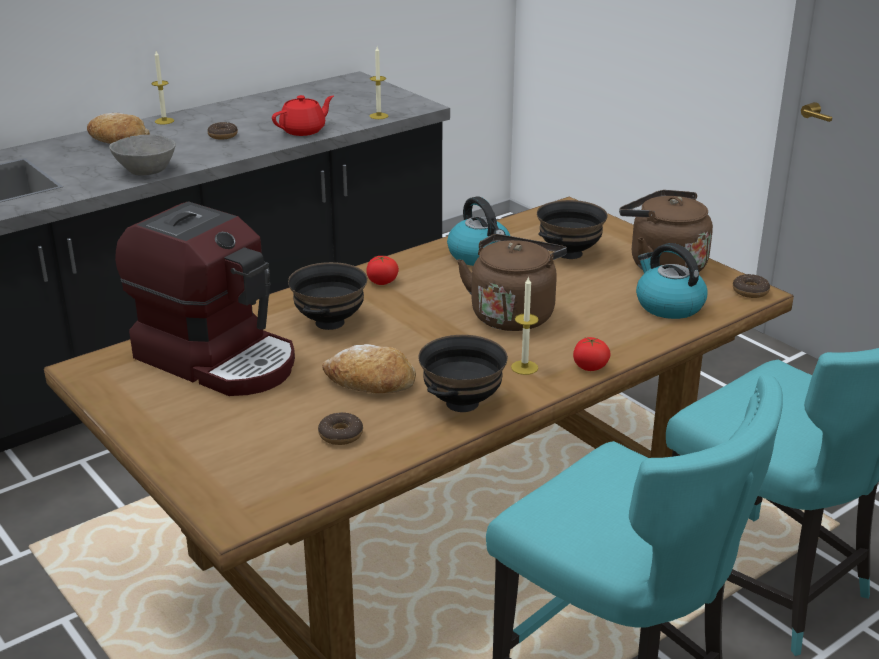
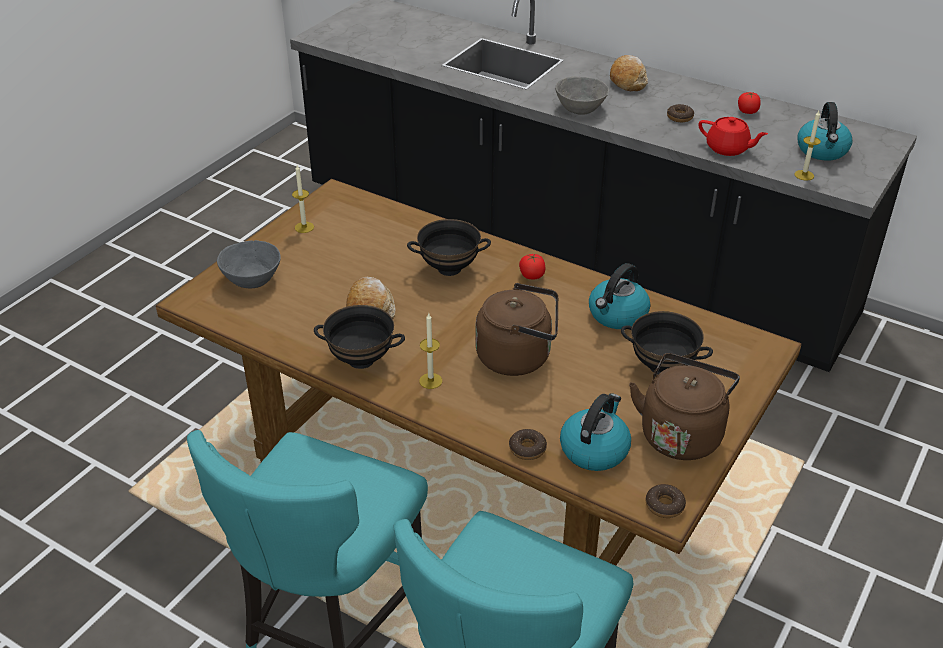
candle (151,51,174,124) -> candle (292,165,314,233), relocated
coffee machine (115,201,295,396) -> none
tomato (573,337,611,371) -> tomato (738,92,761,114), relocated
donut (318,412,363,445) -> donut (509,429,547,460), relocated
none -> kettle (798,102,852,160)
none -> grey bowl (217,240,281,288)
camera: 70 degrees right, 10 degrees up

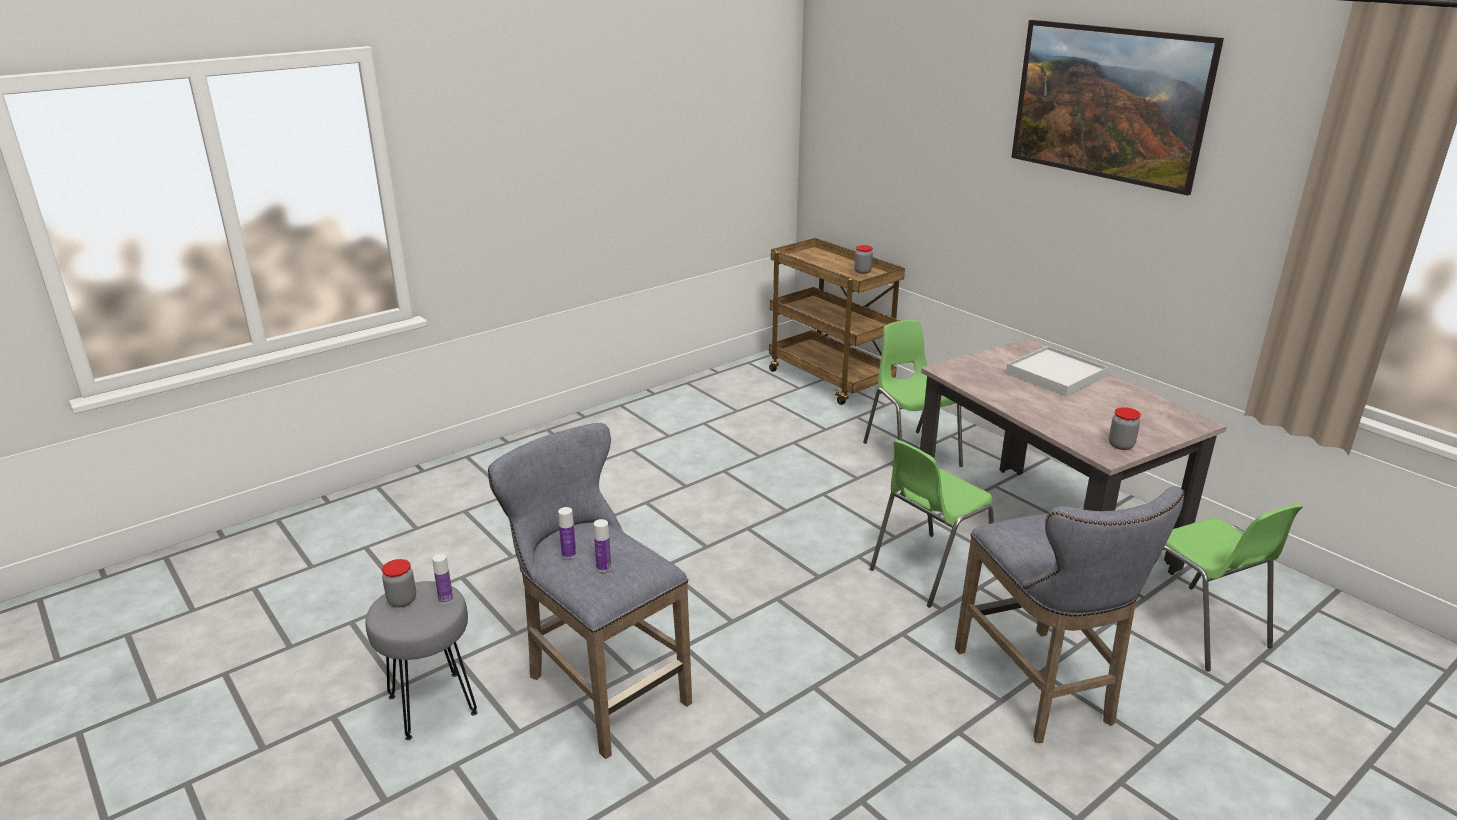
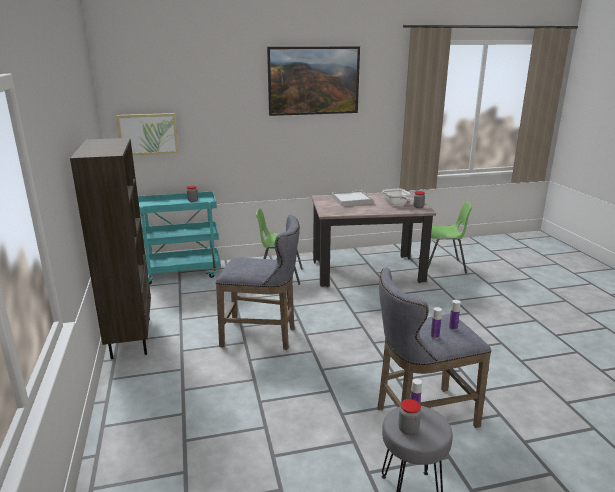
brown cart (769,238,905,405) -> turquoise cart (138,191,221,285)
green chair (870,440,994,608) -> none
grey stool (955,486,1184,743) -> grey stool (215,215,300,350), relocated
none -> picture (116,113,179,155)
none -> brown bookcase (70,138,151,359)
none -> frying pan (382,188,411,205)
camera: 65 degrees left, 5 degrees down

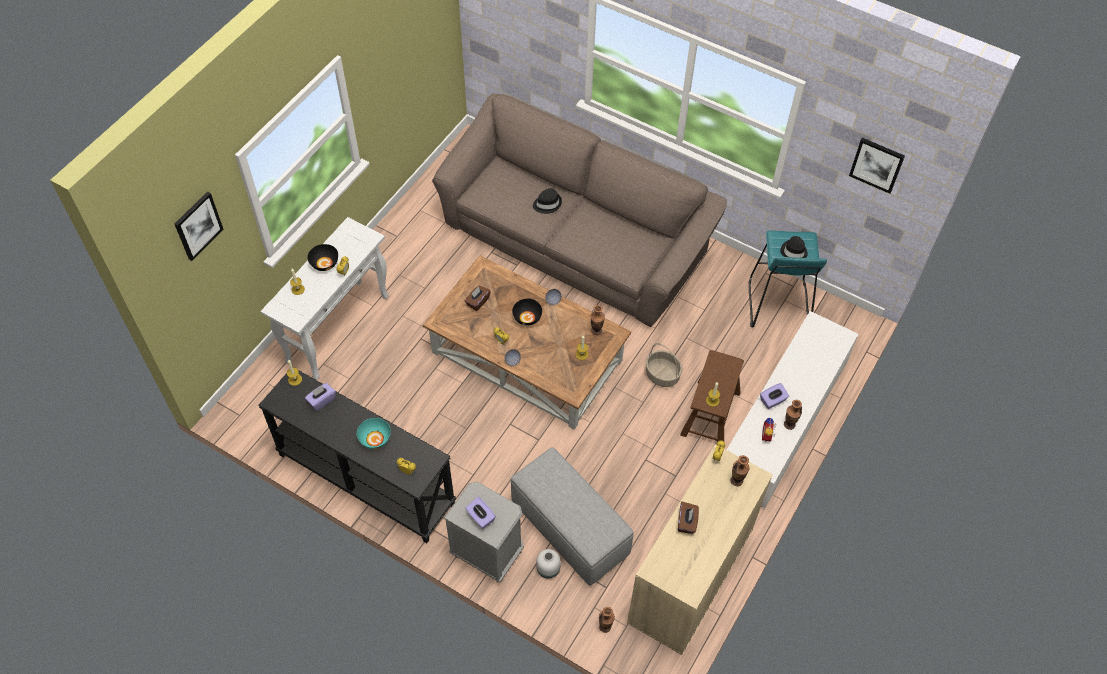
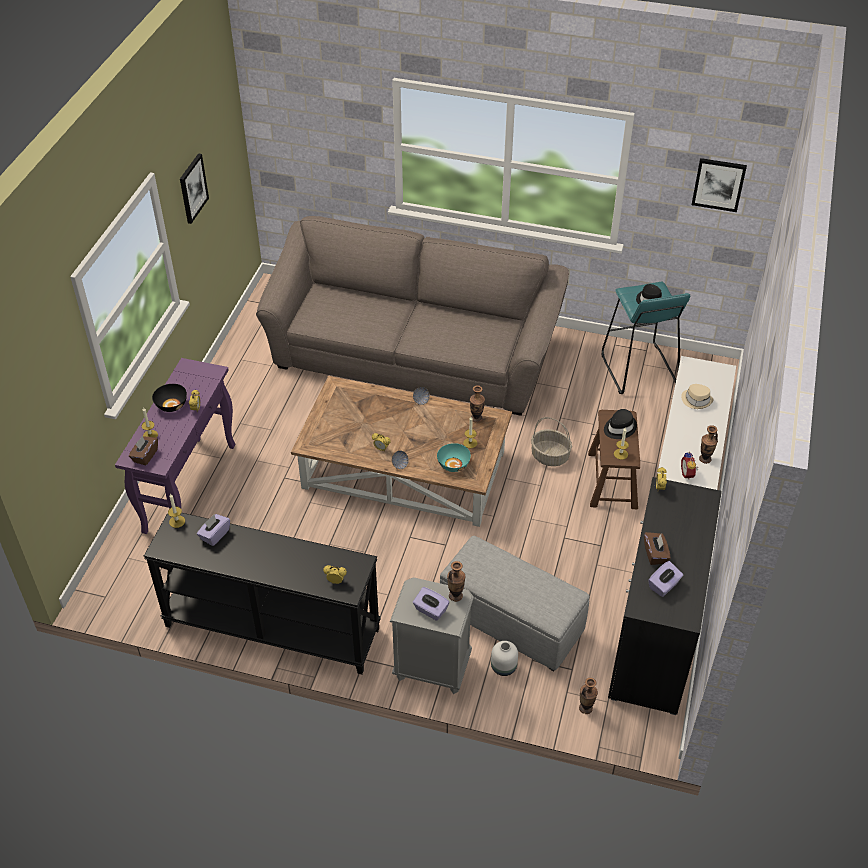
black hat (533,188,562,214) -> black hat (604,409,637,439), relocated
picture (175,191,223,261) -> picture (180,153,209,224), relocated
white console table (261,217,389,380) -> purple console table (115,358,235,534)
brown tissue box (465,285,491,311) -> brown tissue box (129,436,158,466), relocated
black bowl (512,298,542,325) -> none
purple tissue box (760,383,789,409) -> purple tissue box (648,561,683,597), relocated
turquoise bowl (357,418,391,449) -> turquoise bowl (437,443,471,472), relocated
beige cabinet (627,444,773,655) -> black cabinet (608,477,722,715)
vase (730,455,749,486) -> vase (447,561,466,602), relocated
none -> beige hat (681,384,713,409)
camera: 15 degrees left, 10 degrees down

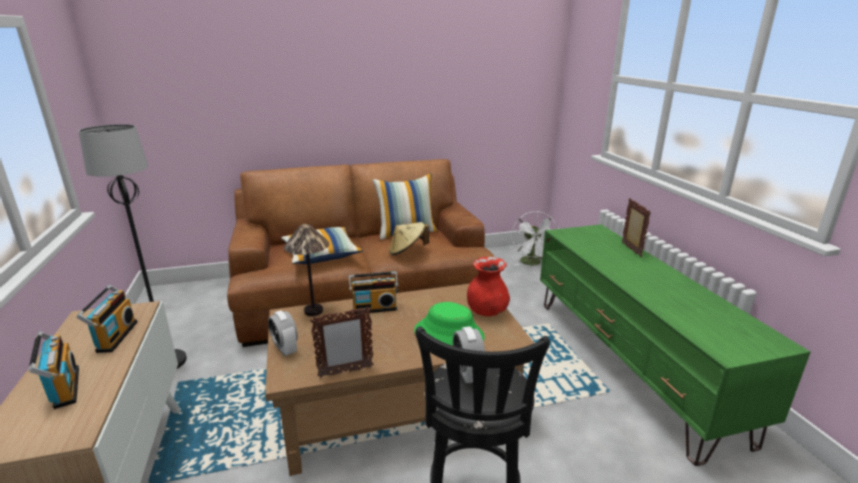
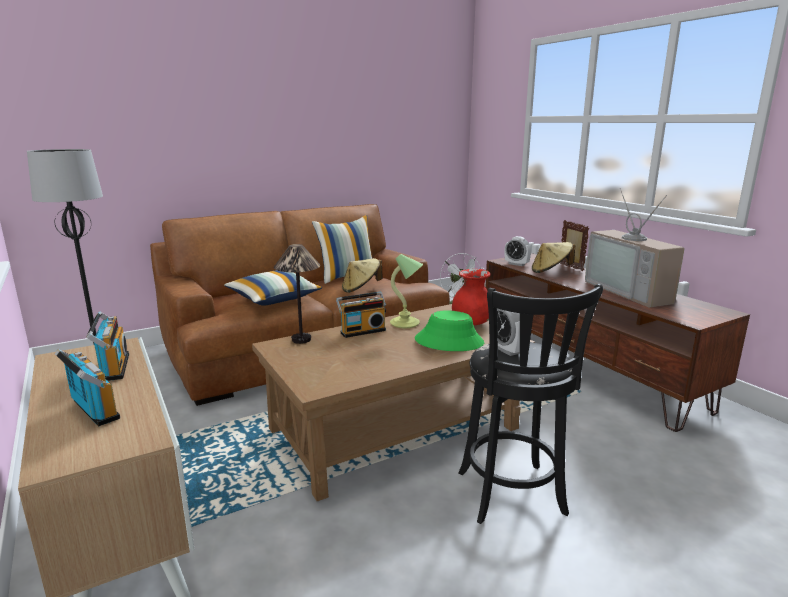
green tv stand (540,224,810,466) -> brown tv stand (485,253,750,432)
picture frame (310,307,374,378) -> none
alarm clock (268,310,298,357) -> alarm clock (504,236,531,266), relocated
none -> television (585,188,685,307)
none -> beige hat (532,242,575,273)
none -> table lamp (390,254,423,328)
camera: 15 degrees left, 5 degrees down

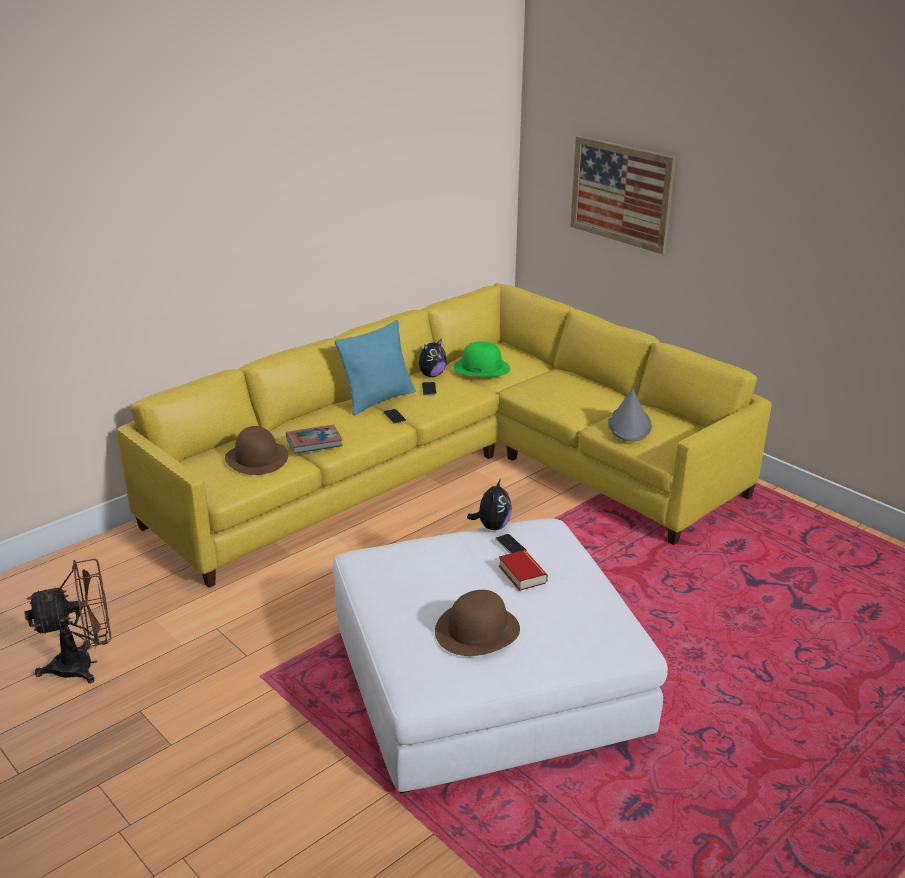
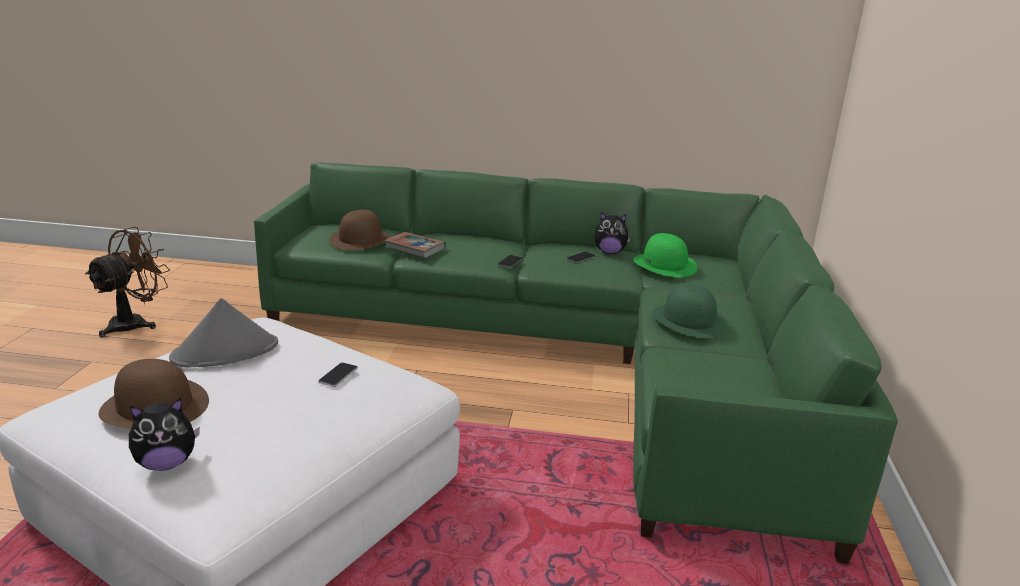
picture (570,135,676,254) -> none
yellow sofa (117,283,771,588) -> green sofa (254,162,898,564)
turquoise pillow (335,320,415,415) -> none
grey hat (608,388,652,442) -> grey hat (169,298,278,367), relocated
plush toy (467,478,512,530) -> plush toy (129,398,200,471), relocated
book (499,550,548,591) -> none
brown fan (25,559,111,683) -> brown fan (85,226,170,338), 90 degrees counterclockwise
none -> green hat (652,283,728,338)
camera: 50 degrees right, 5 degrees down

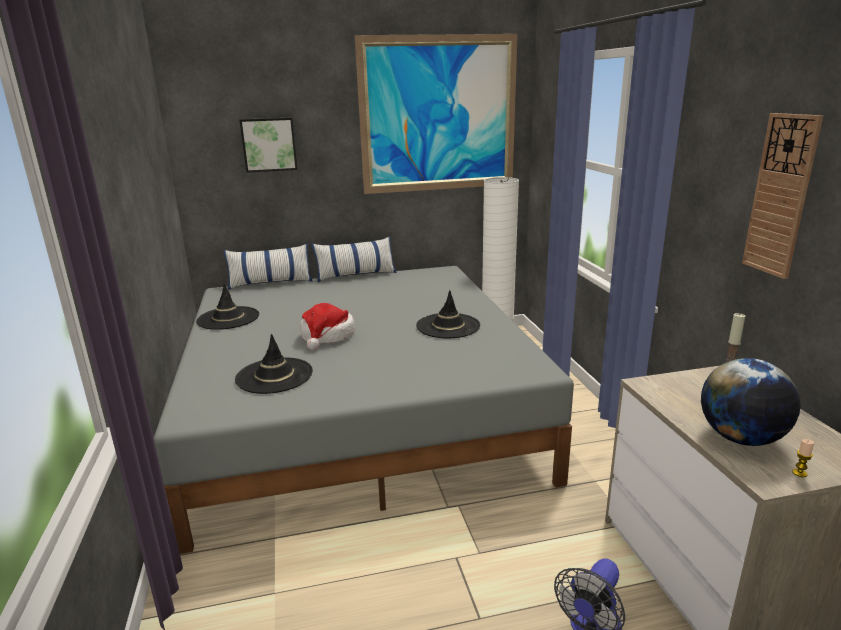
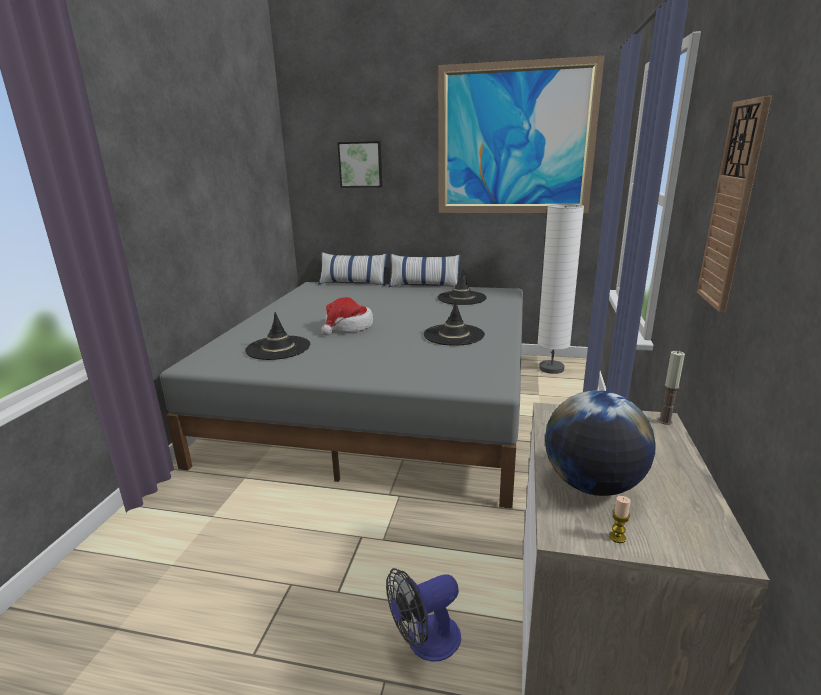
black hat (196,283,259,330) -> black hat (437,269,487,305), relocated
camera: 25 degrees right, 0 degrees up

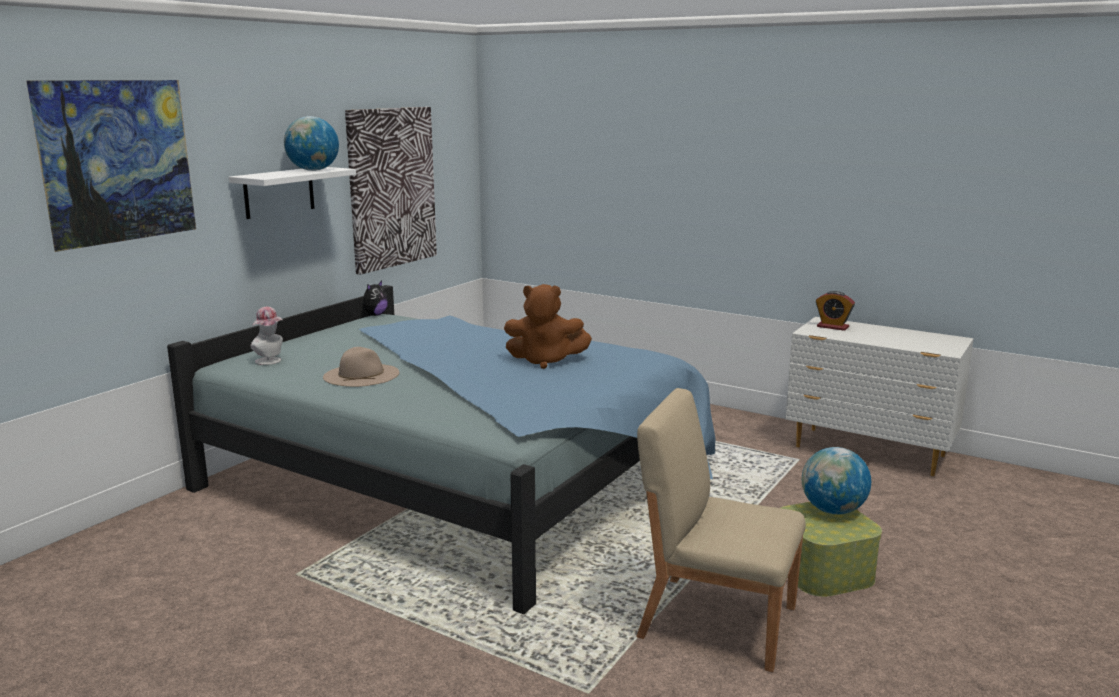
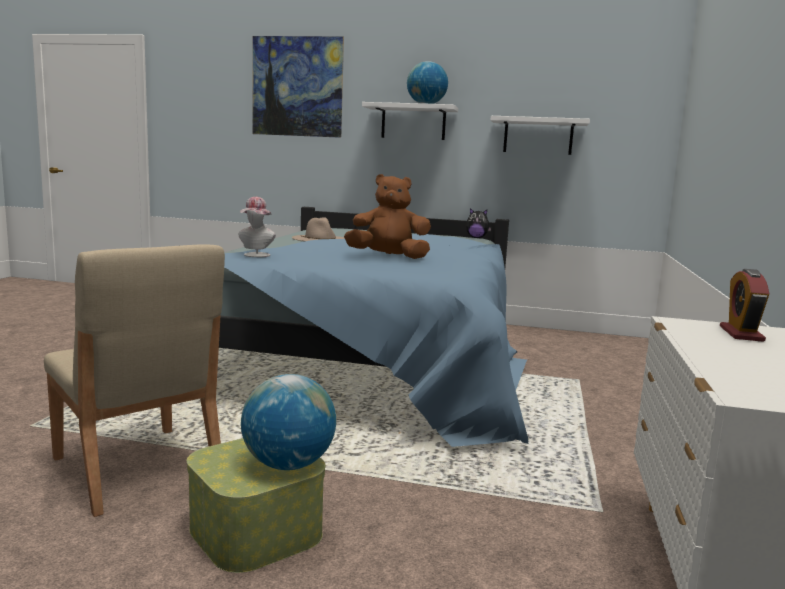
picture (345,107,437,275) -> white shelf (491,116,590,155)
brown plush toy (504,284,592,369) -> brown plush toy (344,174,431,259), 105 degrees clockwise
hat (251,307,283,365) -> hat (238,197,276,257), relocated
beige chair (636,388,806,672) -> beige chair (44,244,225,517), 135 degrees clockwise
camera: 70 degrees right, 5 degrees down

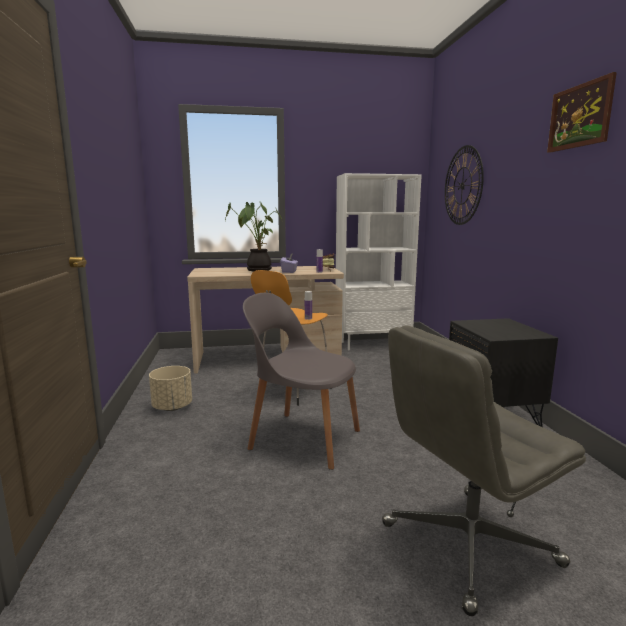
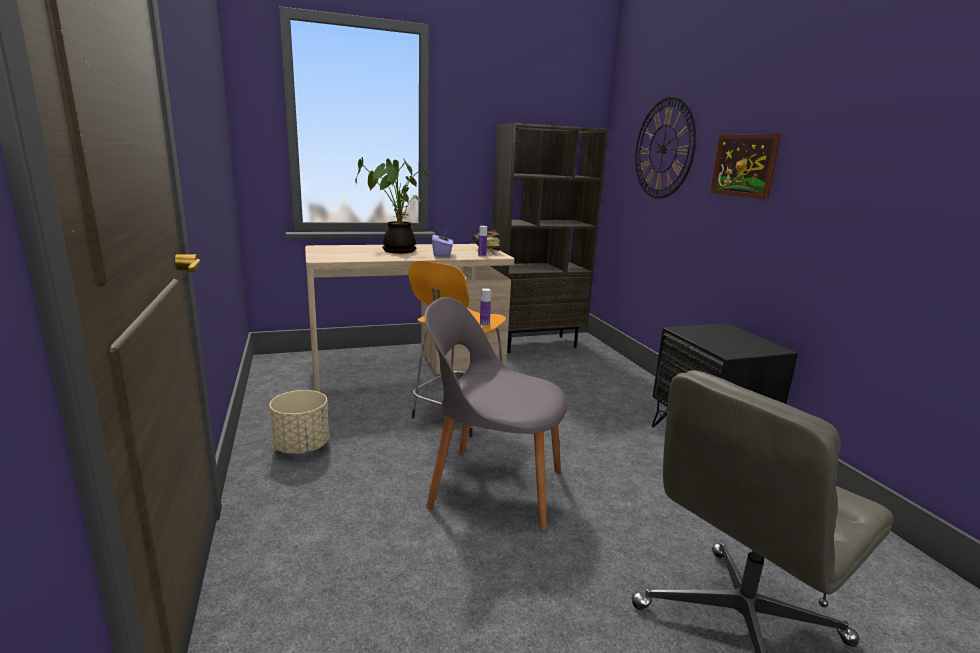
picture (547,72,617,153) -> picture (710,134,781,200), relocated
white bookcase (336,173,422,350) -> brown bookcase (491,123,608,353)
camera: 10 degrees left, 5 degrees up

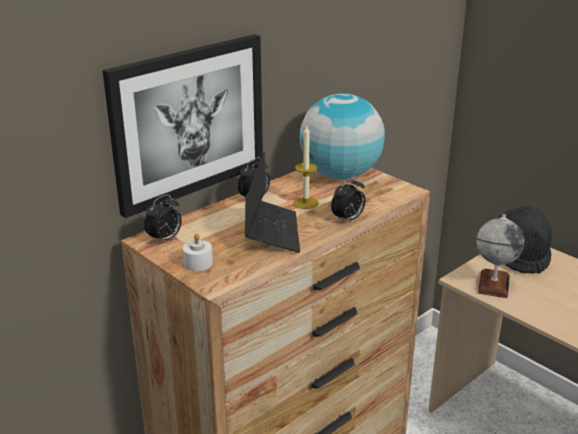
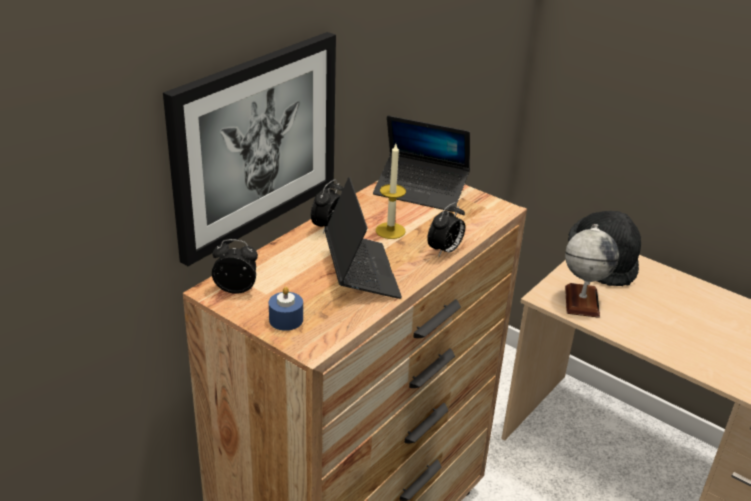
globe (299,93,385,179) -> laptop (373,116,470,212)
alarm clock (144,194,182,244) -> alarm clock (212,239,258,294), 120 degrees counterclockwise
white candle (183,234,213,271) -> blue candle (269,286,303,331)
camera: 10 degrees left, 5 degrees up

